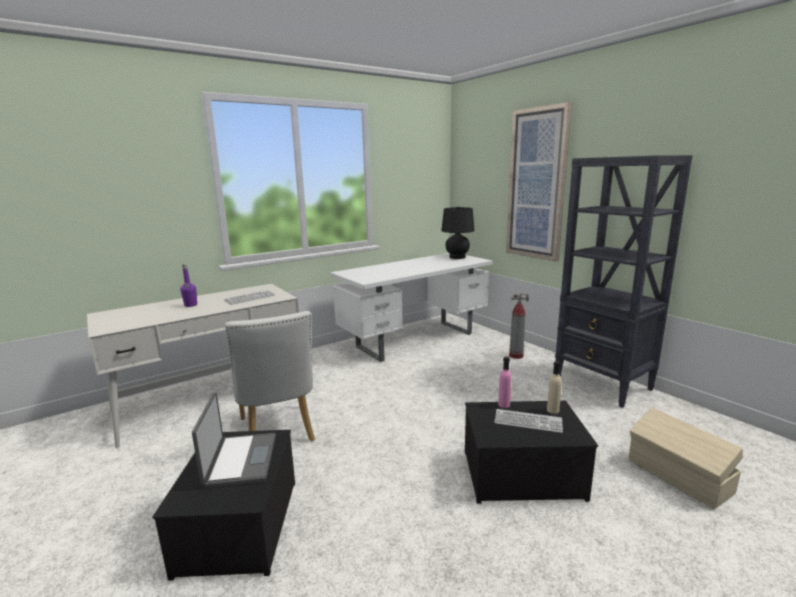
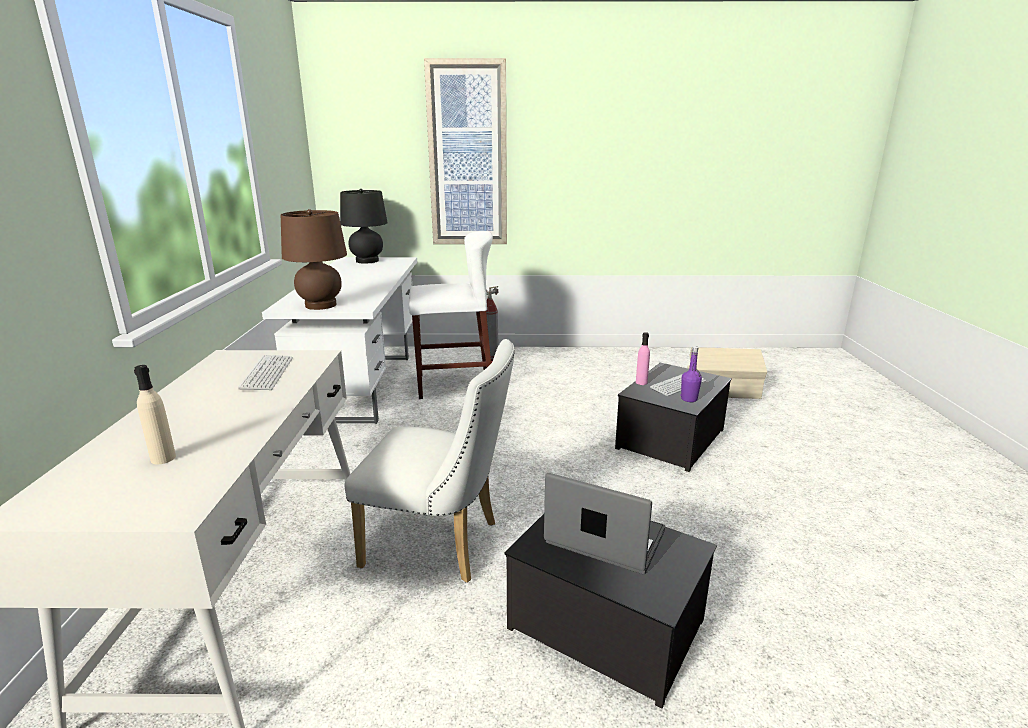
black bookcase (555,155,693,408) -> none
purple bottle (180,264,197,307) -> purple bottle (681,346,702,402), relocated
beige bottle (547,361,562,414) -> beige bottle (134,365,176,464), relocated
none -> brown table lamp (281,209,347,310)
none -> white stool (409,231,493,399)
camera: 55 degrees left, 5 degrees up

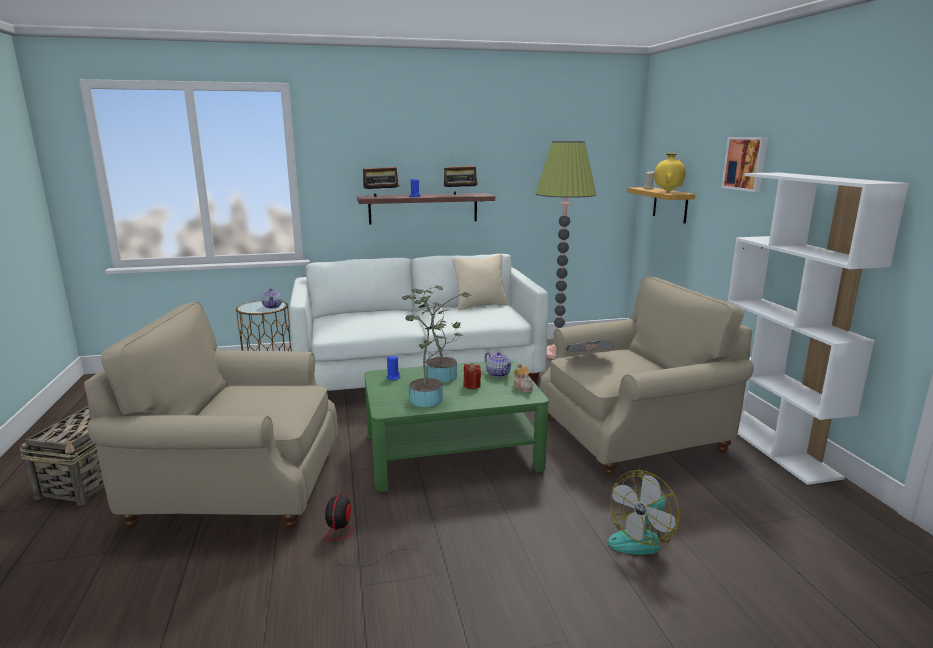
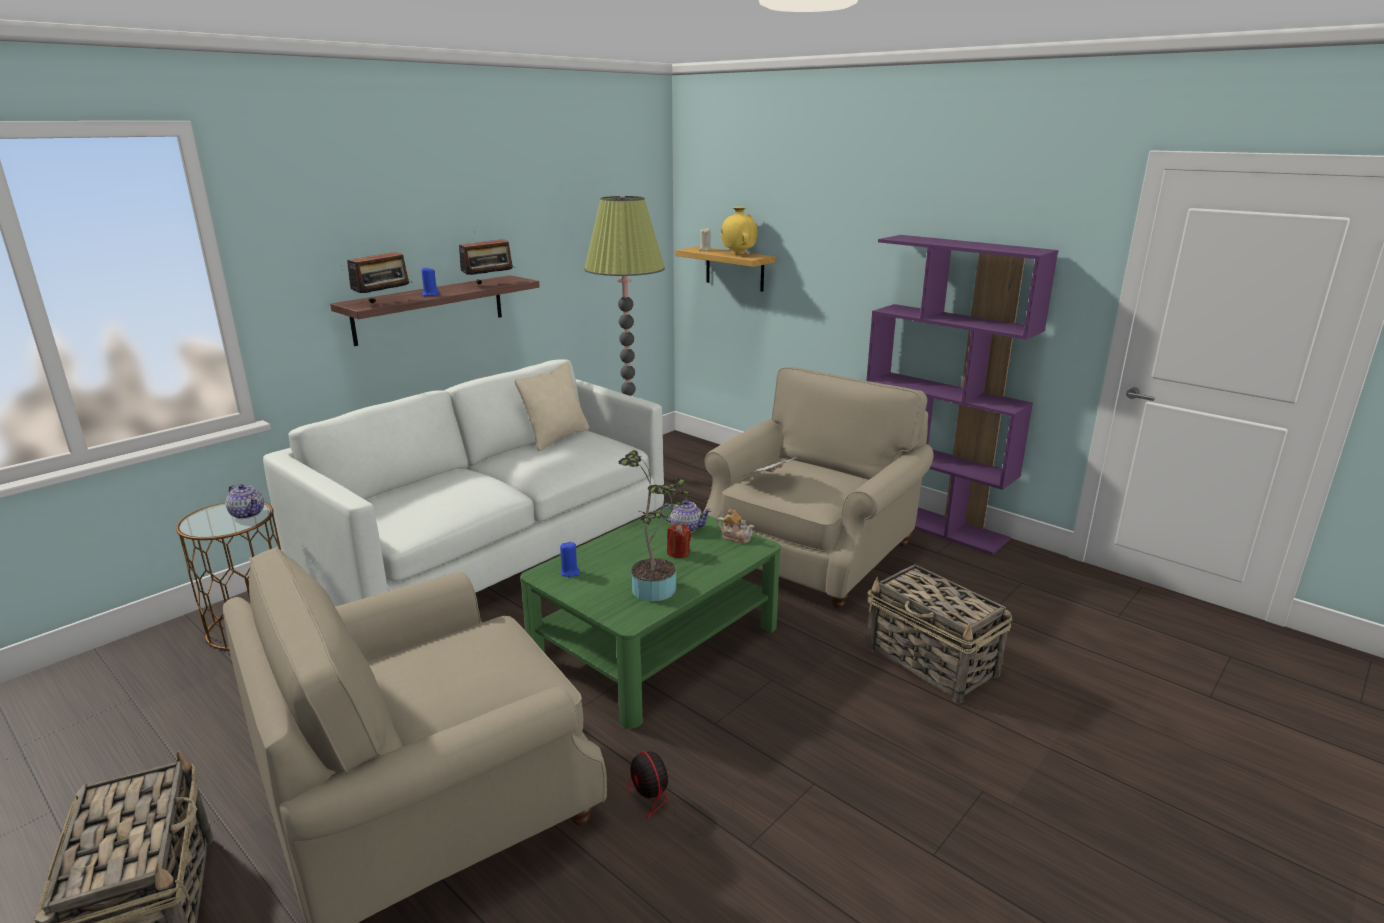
picture (722,137,768,192) -> none
white bookcase (727,173,909,485) -> purple bookcase (866,235,1059,555)
potted plant (411,285,471,382) -> none
fan (608,470,679,555) -> basket (866,564,1012,703)
camera: 35 degrees left, 5 degrees up

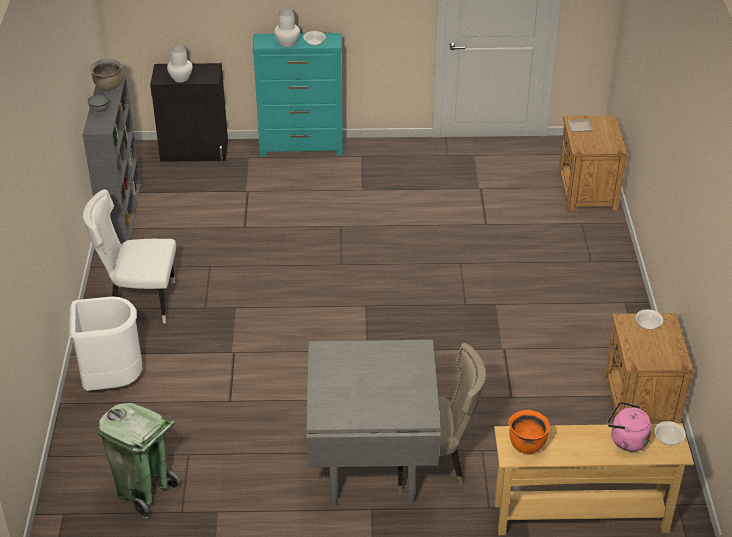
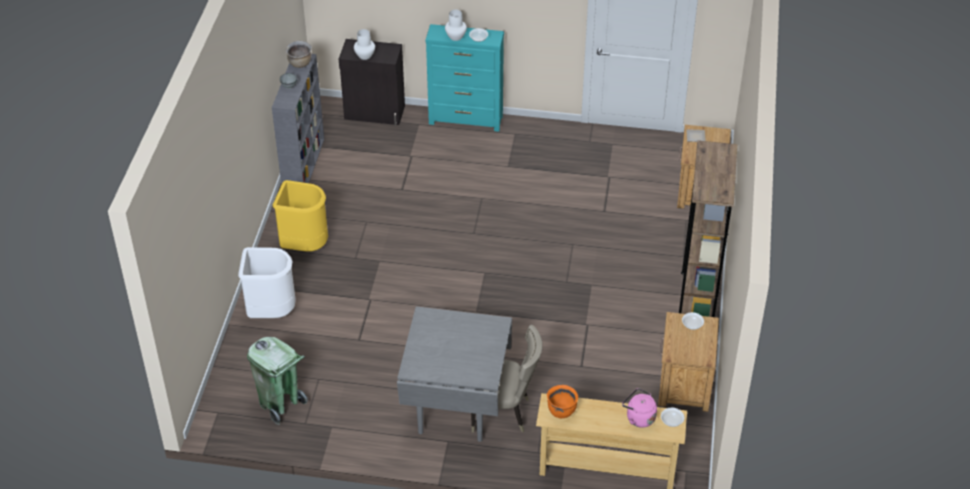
white chair (83,189,176,323) -> yellow trash can (273,180,328,252)
none -> brown bookcase (679,140,737,317)
camera: 10 degrees right, 5 degrees up

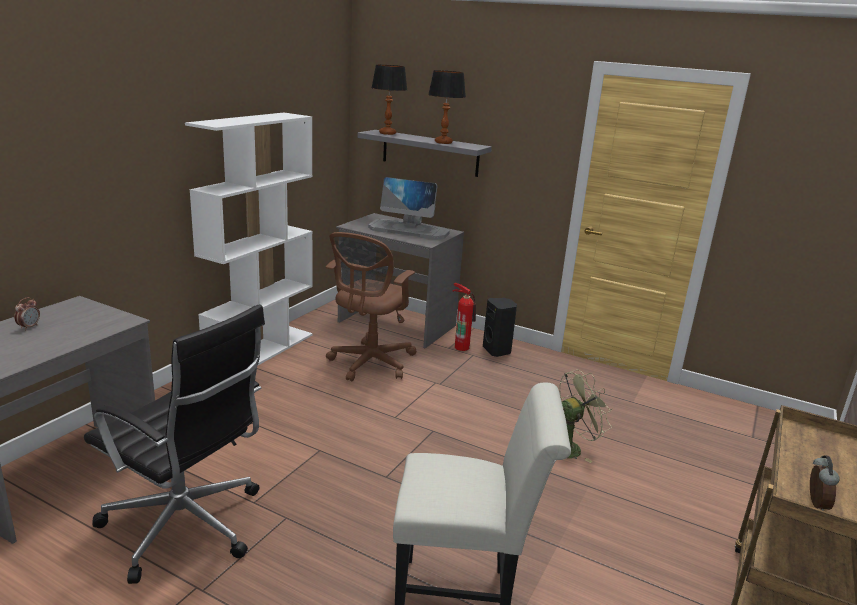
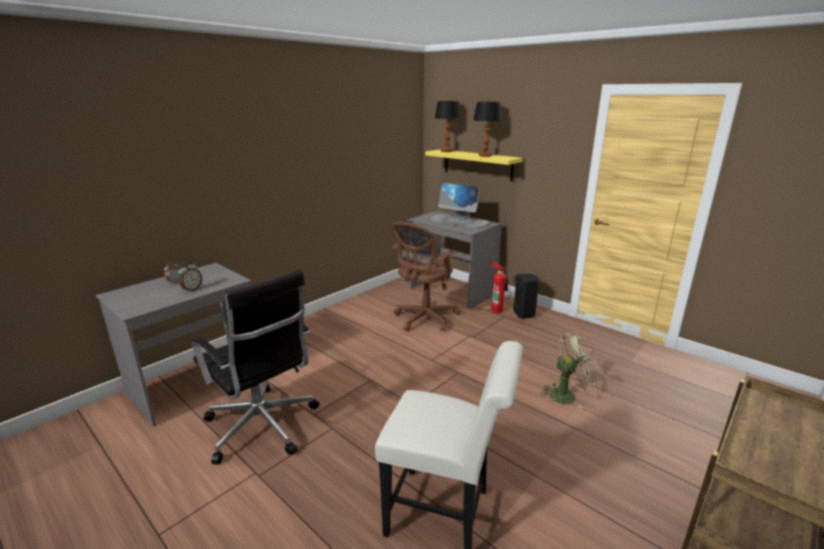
white bookcase (185,112,313,366) -> none
grey shelf (357,130,492,177) -> yellow shelf (425,149,522,181)
alarm clock (810,455,839,511) -> alarm clock (178,262,202,292), relocated
camera: 15 degrees right, 0 degrees up

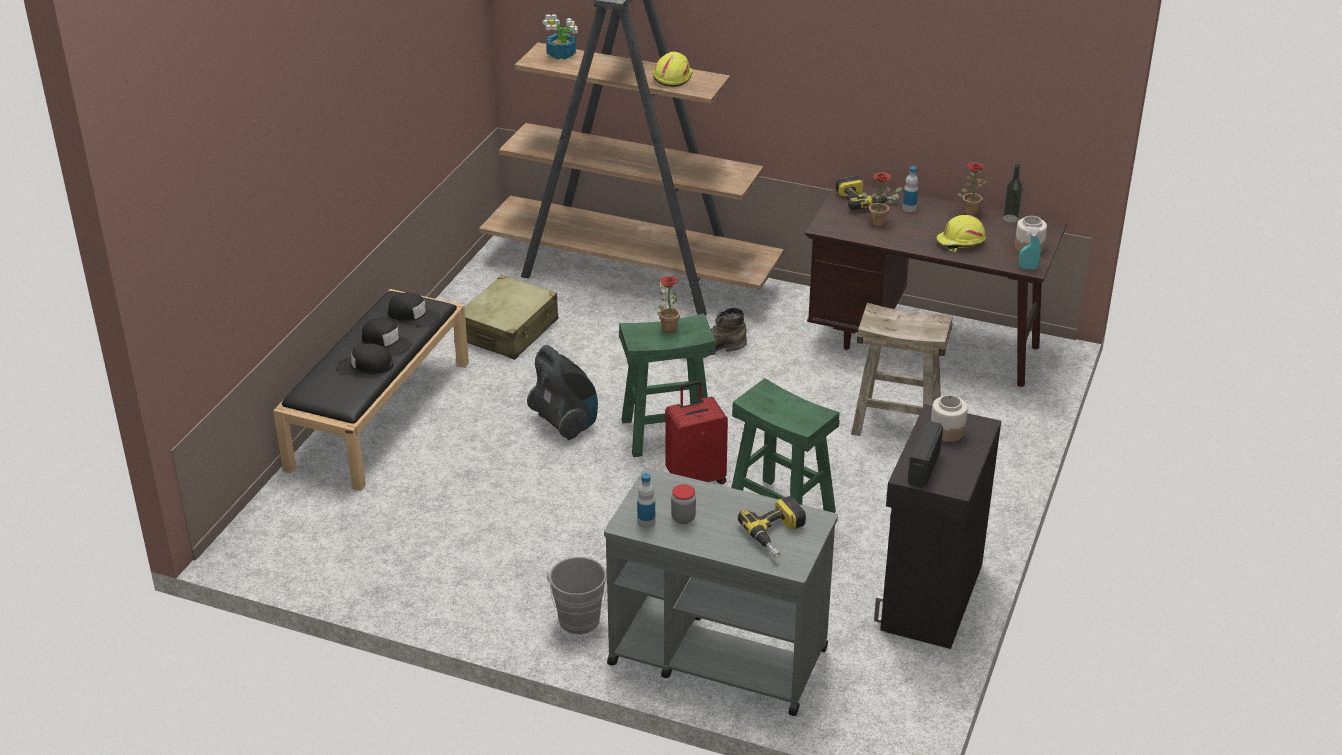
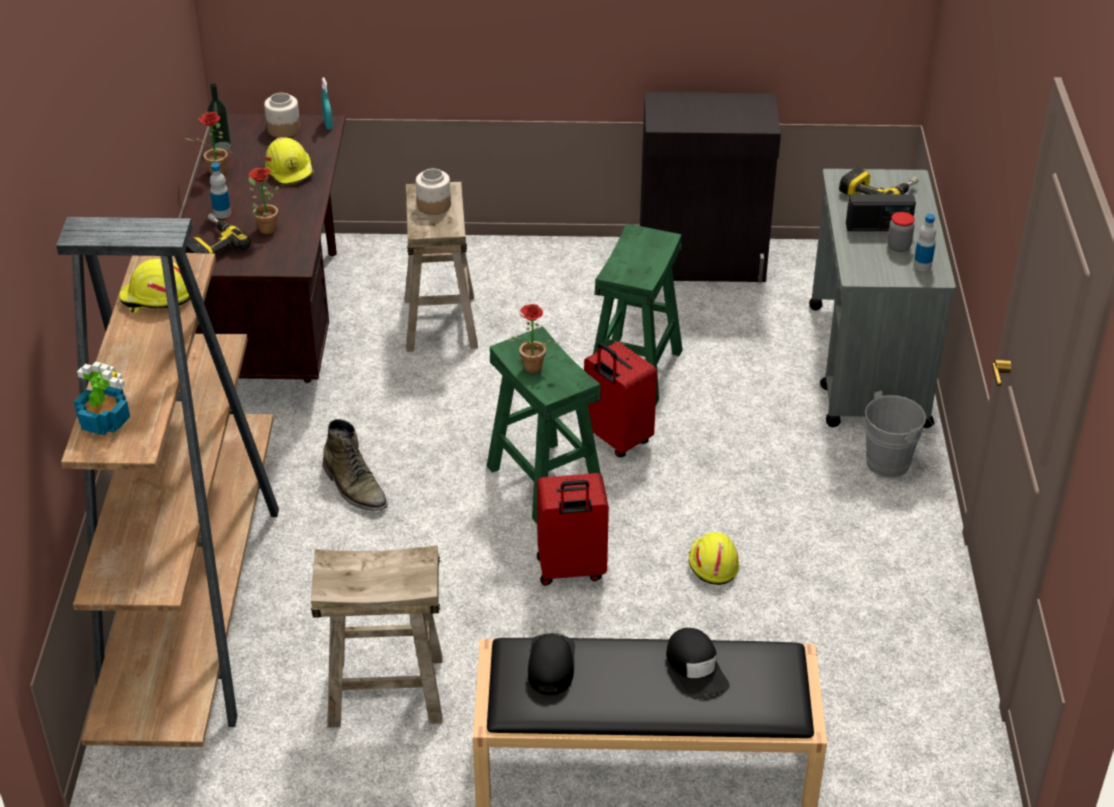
beige suitcase (465,275,558,360) -> beige stool (311,545,443,728)
black cap (362,318,413,356) -> none
vacuum cleaner (527,345,598,440) -> red suitcase (537,473,609,585)
jar (931,395,968,442) -> jar (416,169,451,215), relocated
radio (908,421,943,488) -> radio (846,194,916,231), relocated
none -> yellow hard hat (688,532,739,585)
camera: 110 degrees left, 5 degrees up

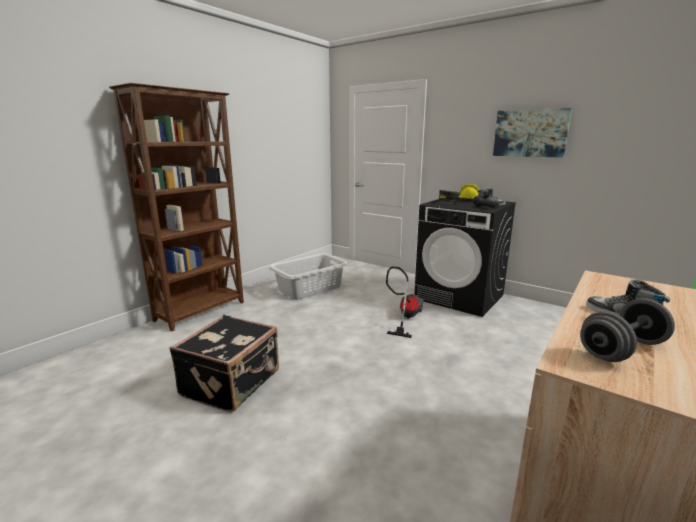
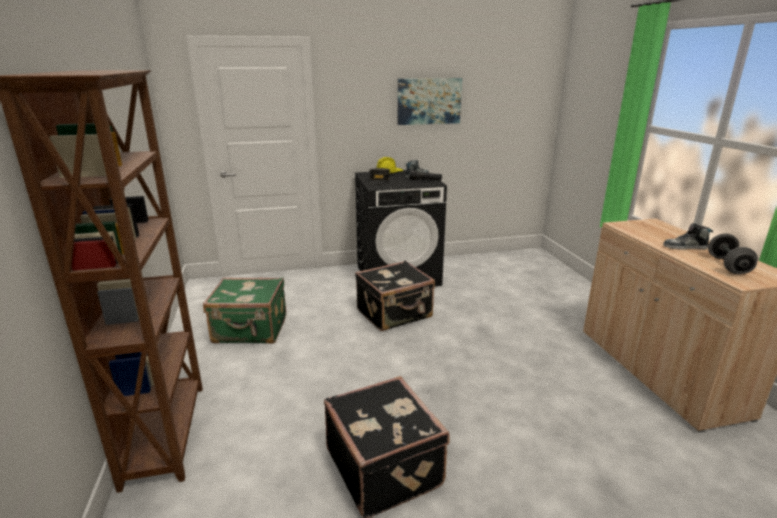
grey laundry basket (269,253,348,300) -> green suitcase (203,277,286,343)
vacuum cleaner (386,266,424,338) -> black suitcase (355,261,435,331)
camera: 50 degrees left, 5 degrees up

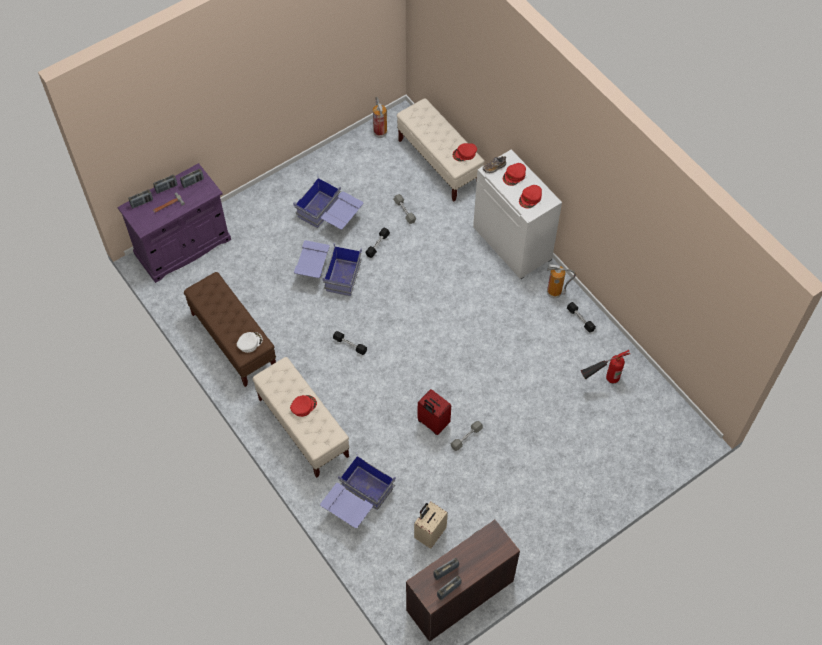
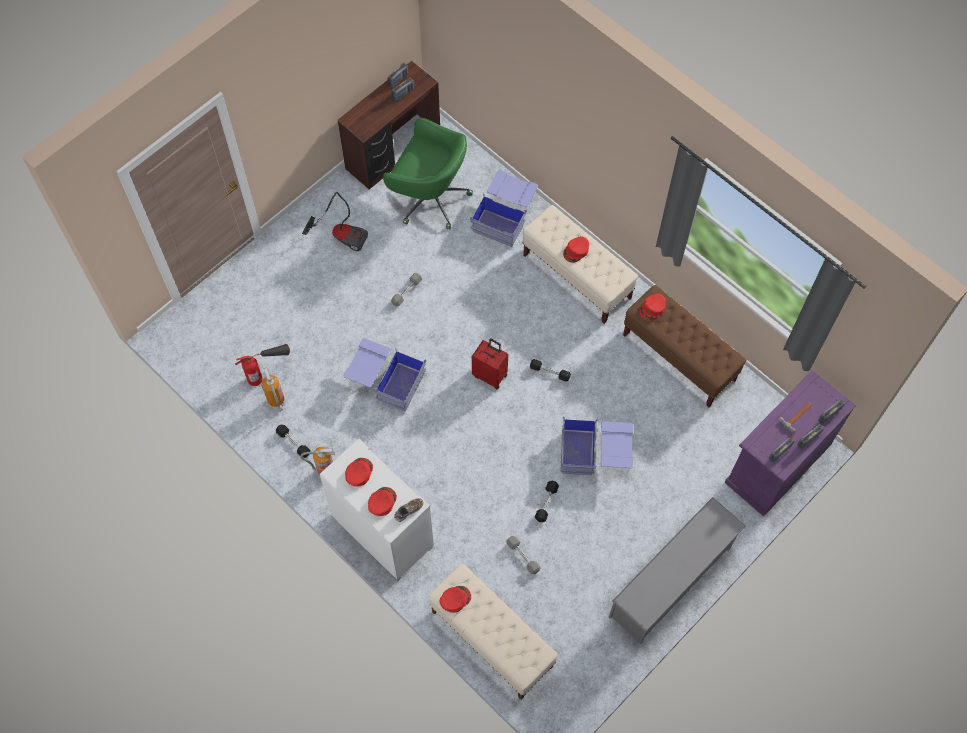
fire extinguisher (373,97,387,138) -> fire extinguisher (261,367,285,412), relocated
blue storage box (293,174,364,230) -> blue storage box (343,338,426,411), relocated
white cap (237,332,263,353) -> red cap (640,293,666,321)
red suitcase (418,389,451,435) -> red suitcase (472,338,508,389), relocated
beige suitcase (414,502,448,549) -> green office chair (383,118,473,229)
none -> vacuum cleaner (302,192,368,251)
none -> grey shoe rack (609,497,746,644)
camera: 170 degrees right, 5 degrees up

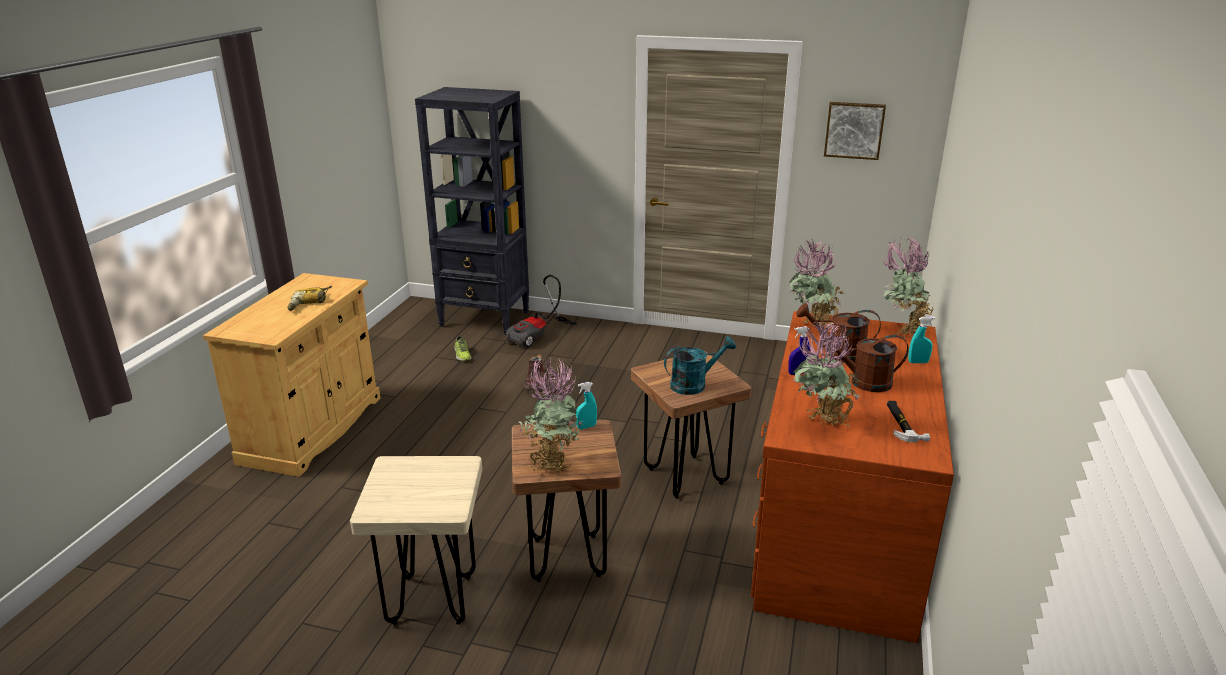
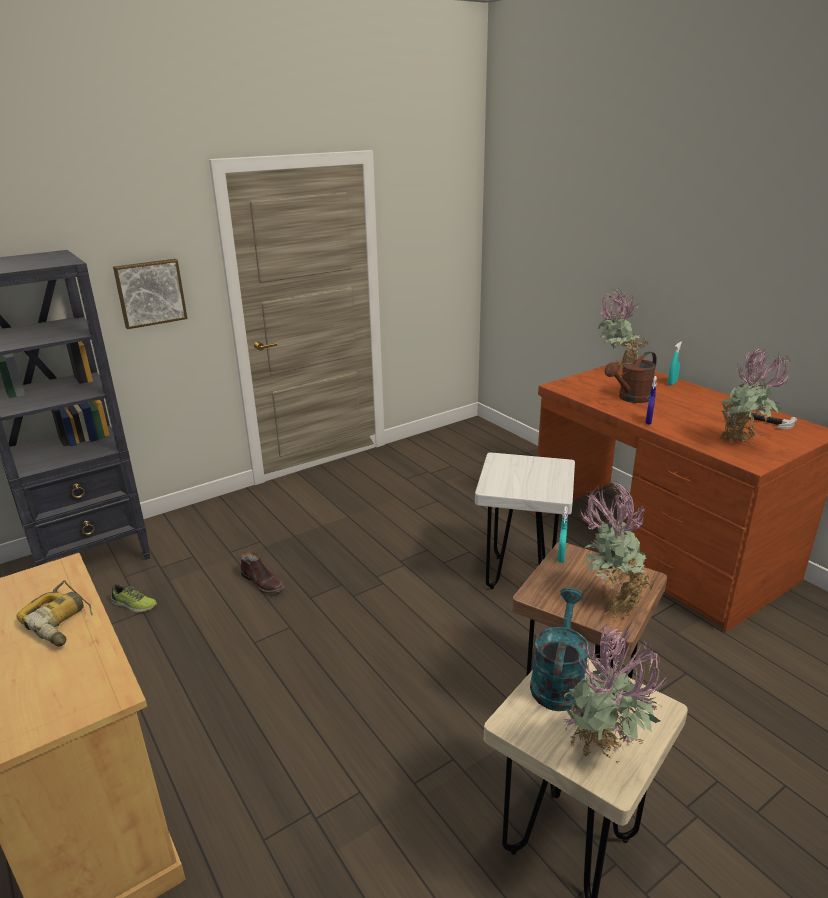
picture (824,102,886,160) -> picture (113,259,187,329), relocated
potted plant (789,240,844,327) -> potted plant (563,621,667,764), relocated
vacuum cleaner (506,275,577,348) -> none
brown watering can (823,332,909,392) -> none
turquoise watering can (664,336,736,395) -> turquoise watering can (530,588,590,711), relocated
brown stool (631,351,751,498) -> white stool (475,452,575,589)
camera: 50 degrees left, 0 degrees up

